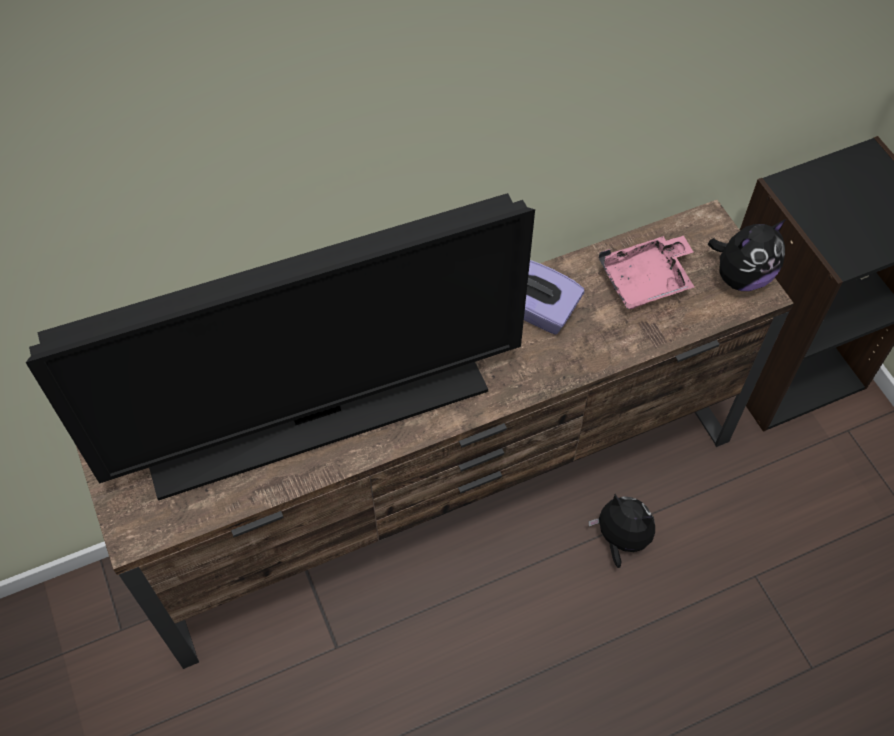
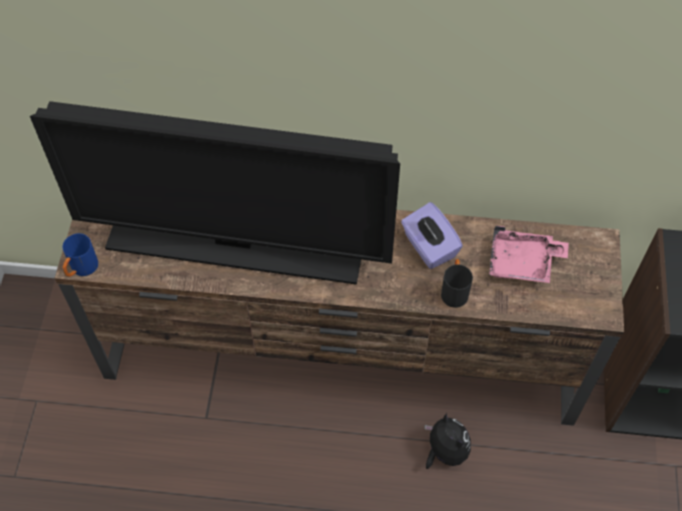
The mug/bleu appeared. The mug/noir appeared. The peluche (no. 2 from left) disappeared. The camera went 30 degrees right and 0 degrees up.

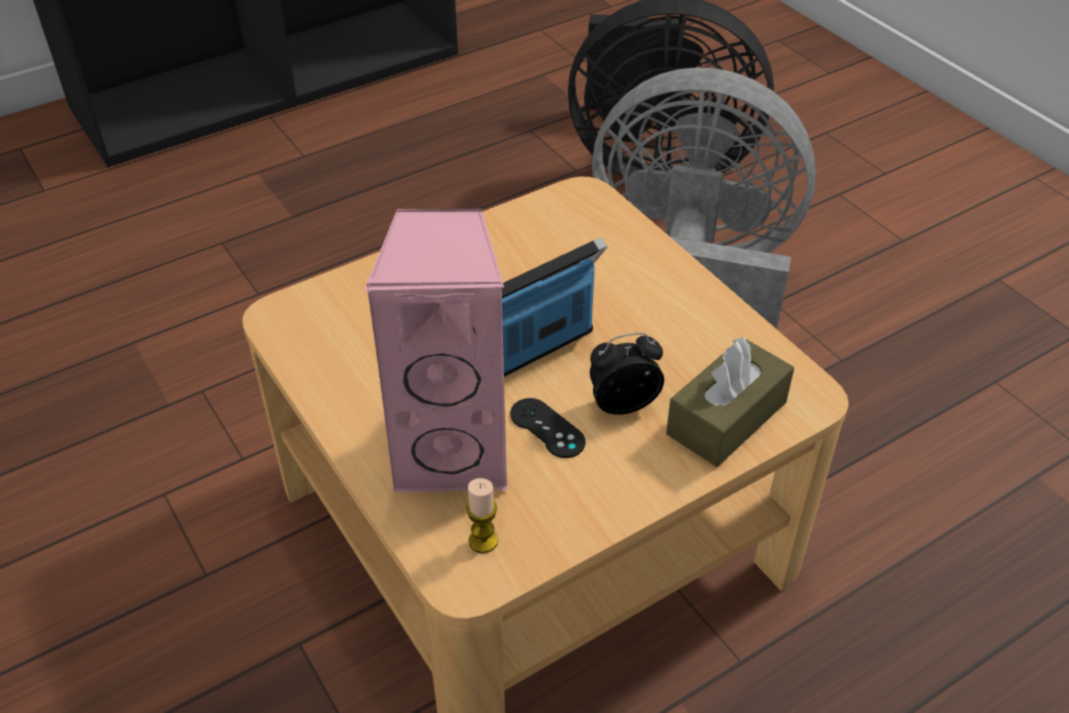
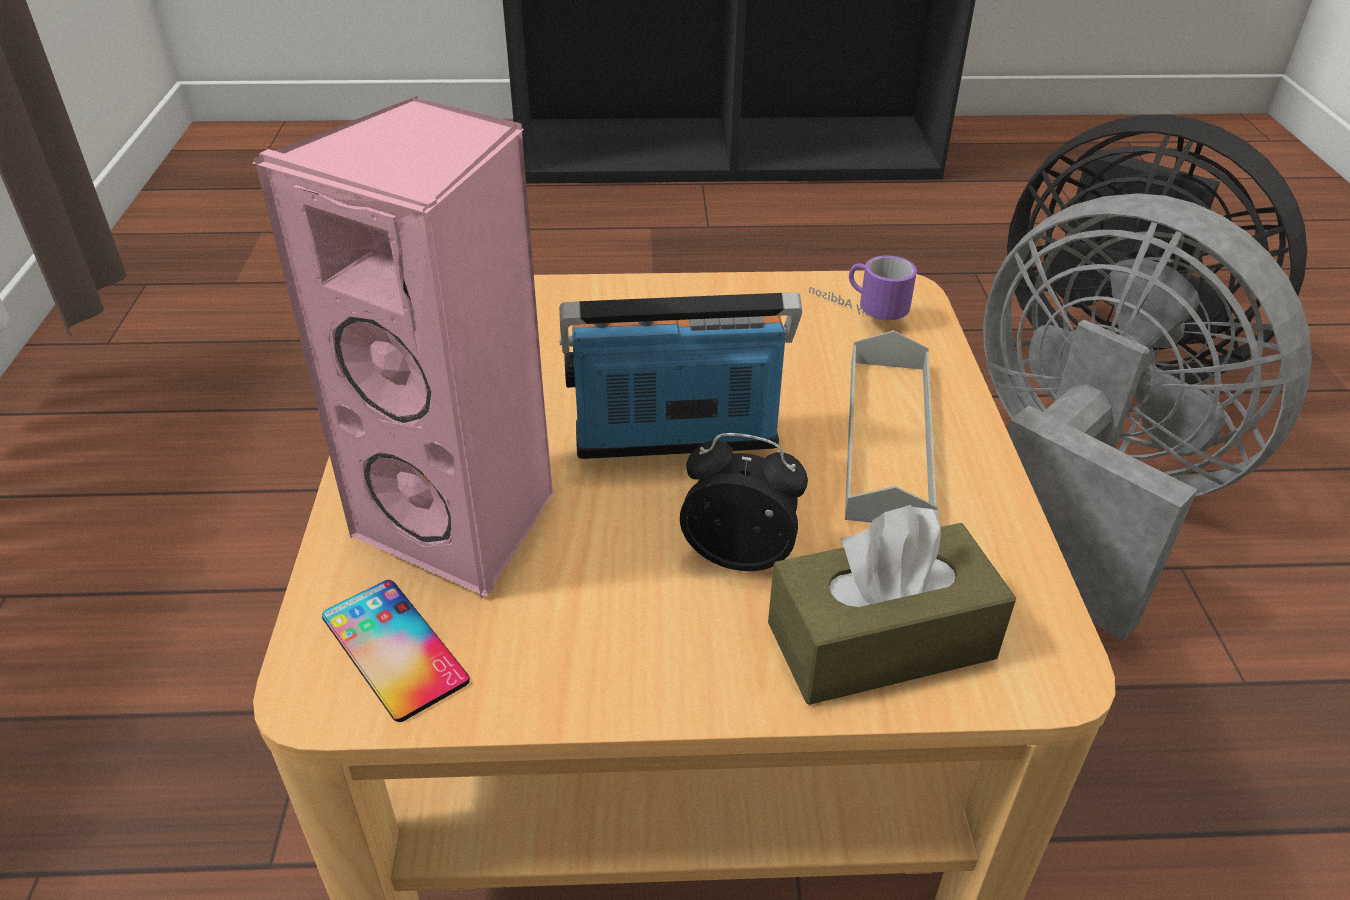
The bougie was replaced by the téléphone. The mug appeared. The plateau/gris appeared. The manette/noir disappeared. The camera went 30 degrees right and 5 degrees down.

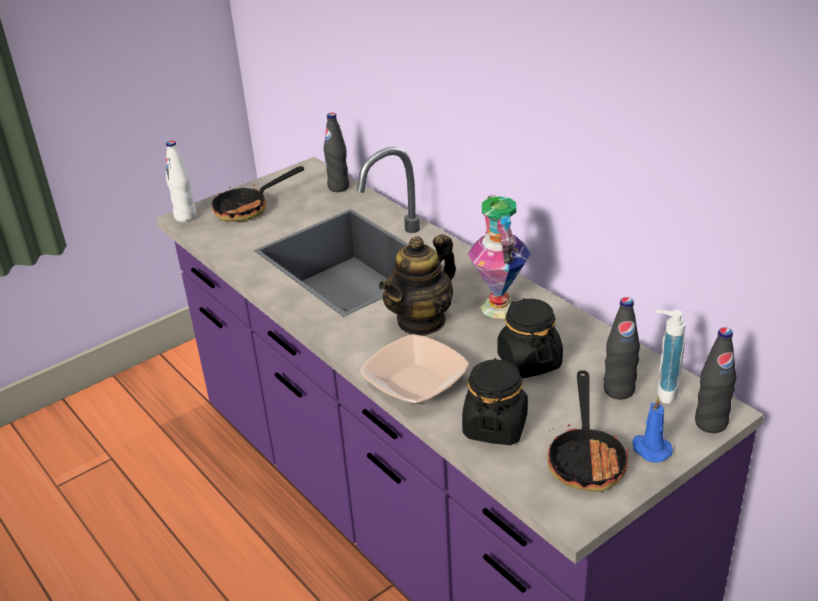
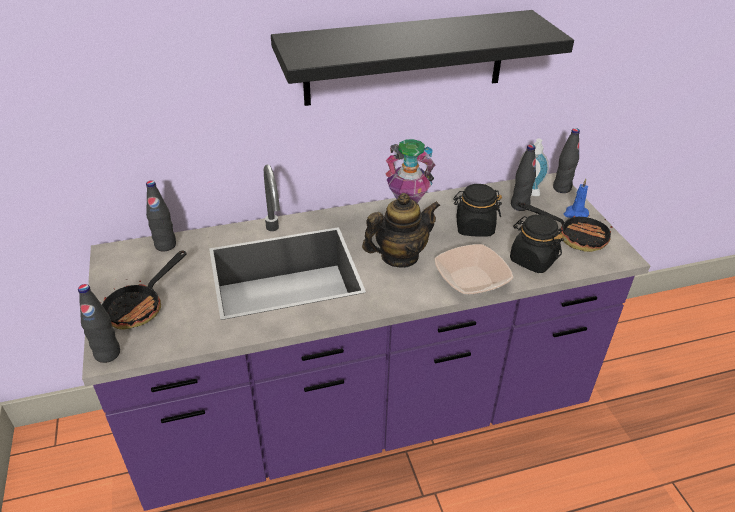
The bouteille/blanc became the bouteille/noir (no. 1 from left). The poêle (no. 1 from left) turned 45 degrees clockwise. The étagère/noir appeared. The théière turned 90 degrees counterclockwise. The camera went 70 degrees left and 5 degrees up.

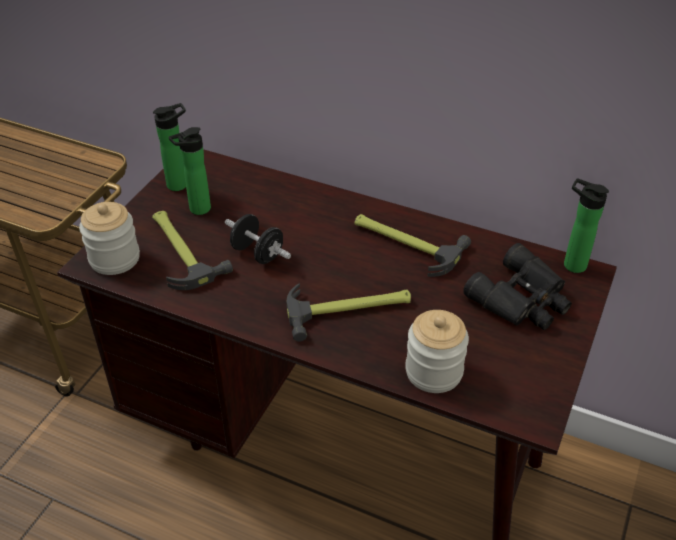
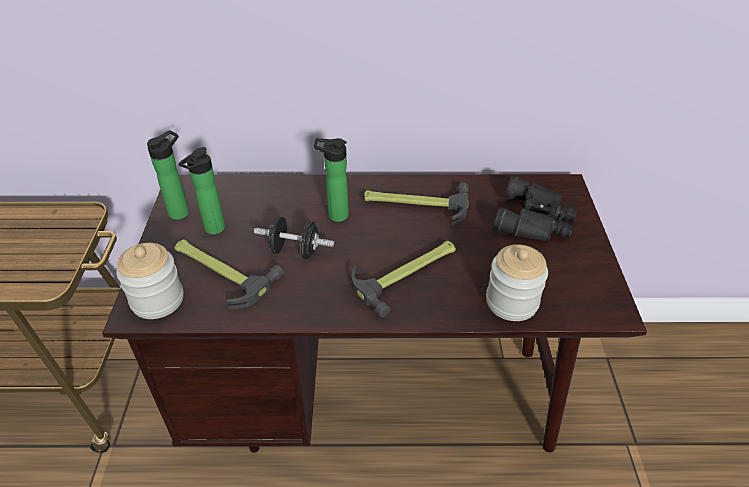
The bouteille (no. 3 from left) moved. The camera went 25 degrees left and 0 degrees up.

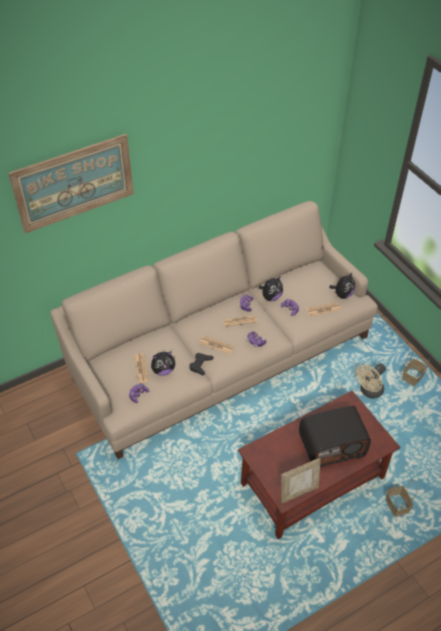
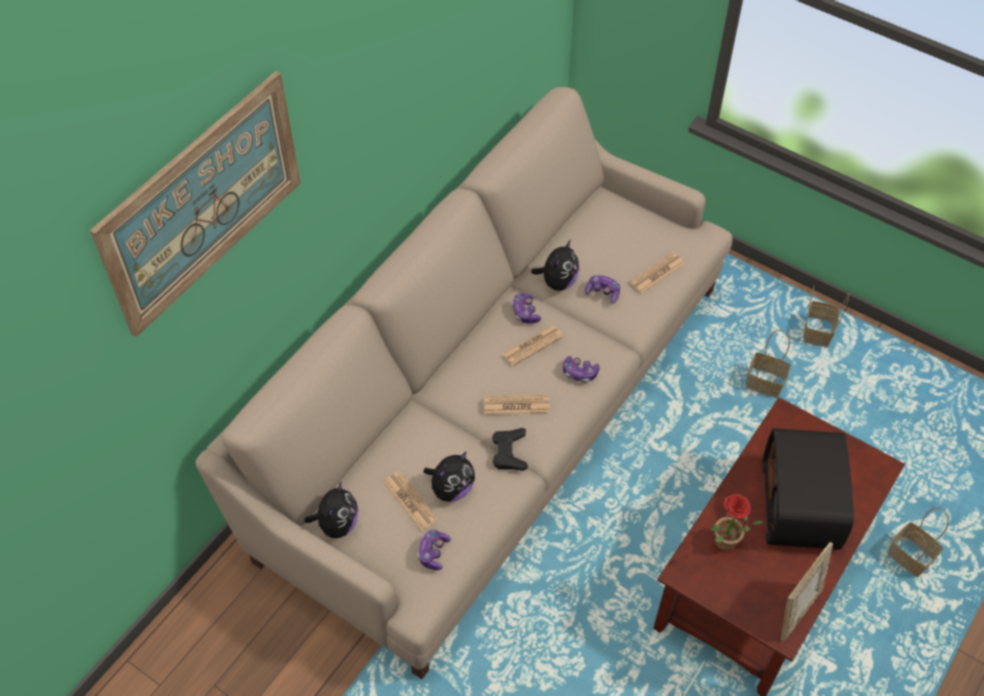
The peluche (no. 3 from left in the first image) moved. The plante en pot appeared. The ventilateur/beige was replaced by the panier (no. 1 from left). The radio turned 135 degrees clockwise. The camera went 25 degrees left and 5 degrees up.

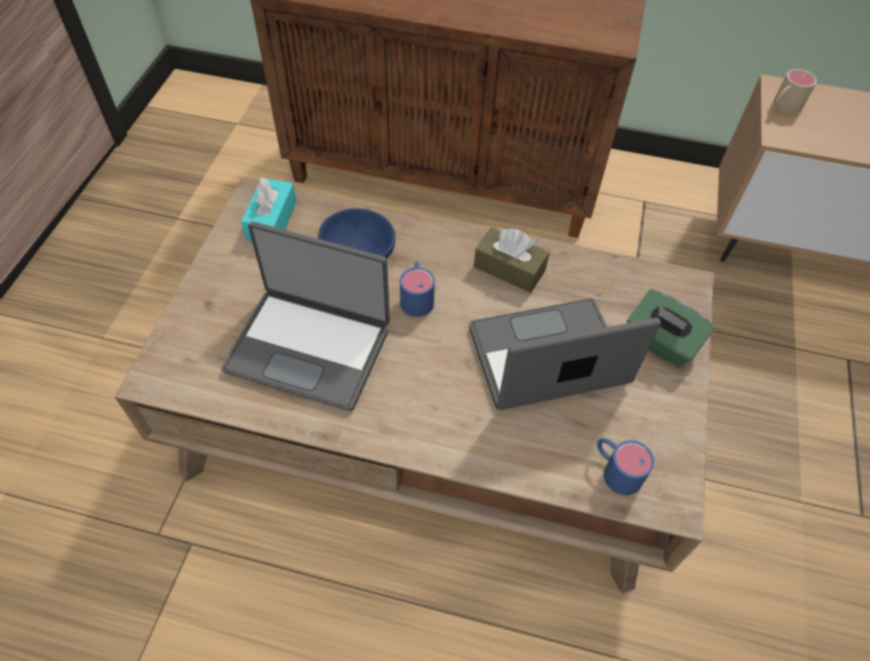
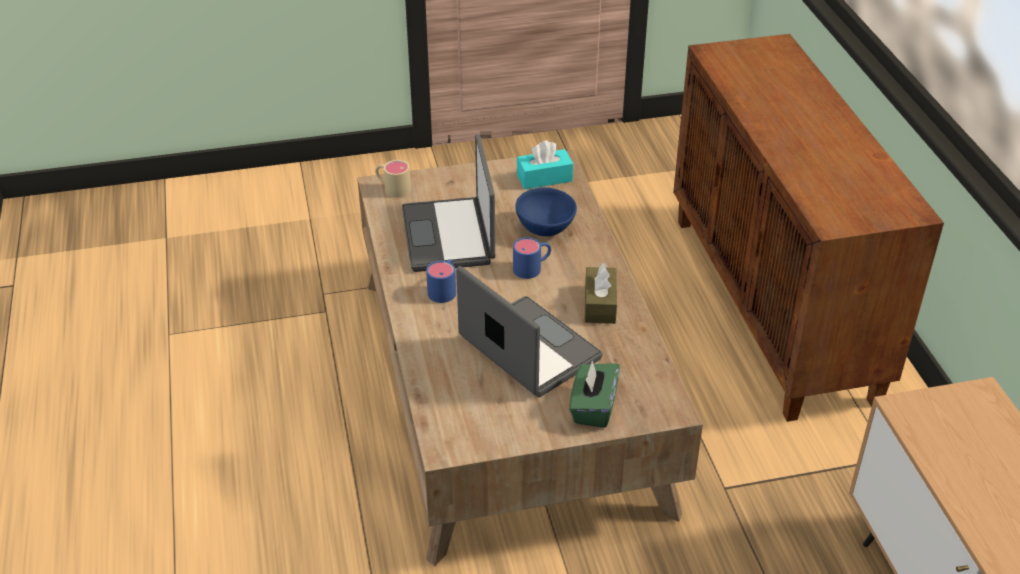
The mug/beige moved. The mug/bleu (no. 2 from left in the first image) moved. The camera went 65 degrees right and 15 degrees down.

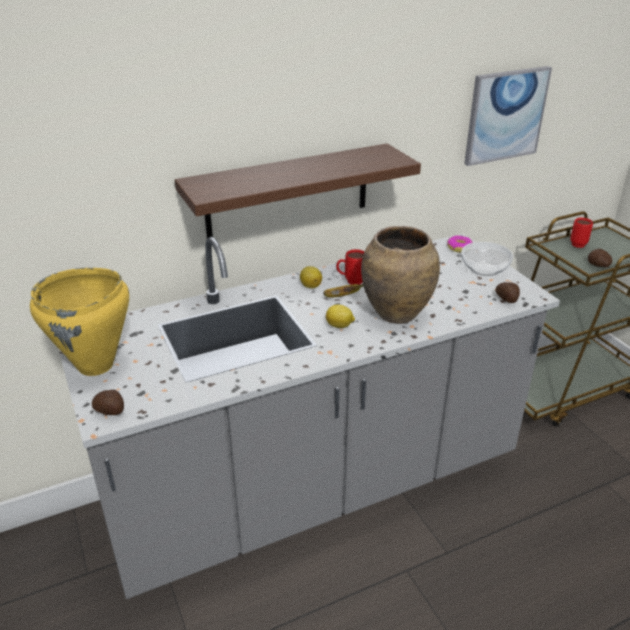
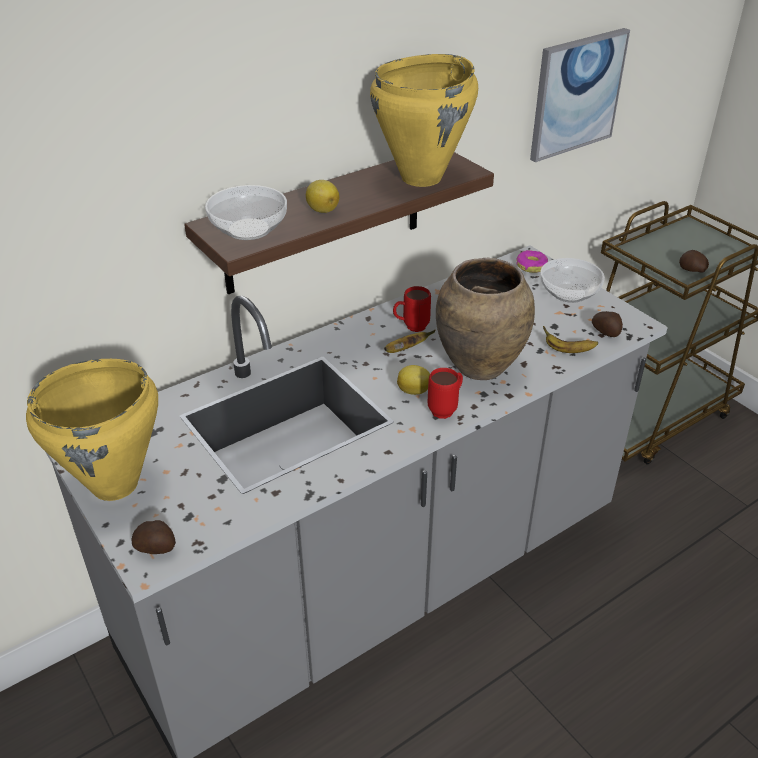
The bol (no. 1 from left) appeared. The citron (no. 1 from left) moved. The marmite/jaune (no. 2 from left) appeared. The mug/rouge (no. 2 from left) moved. The banane (no. 2 from left) appeared. The camera went 10 degrees left and 5 degrees up.

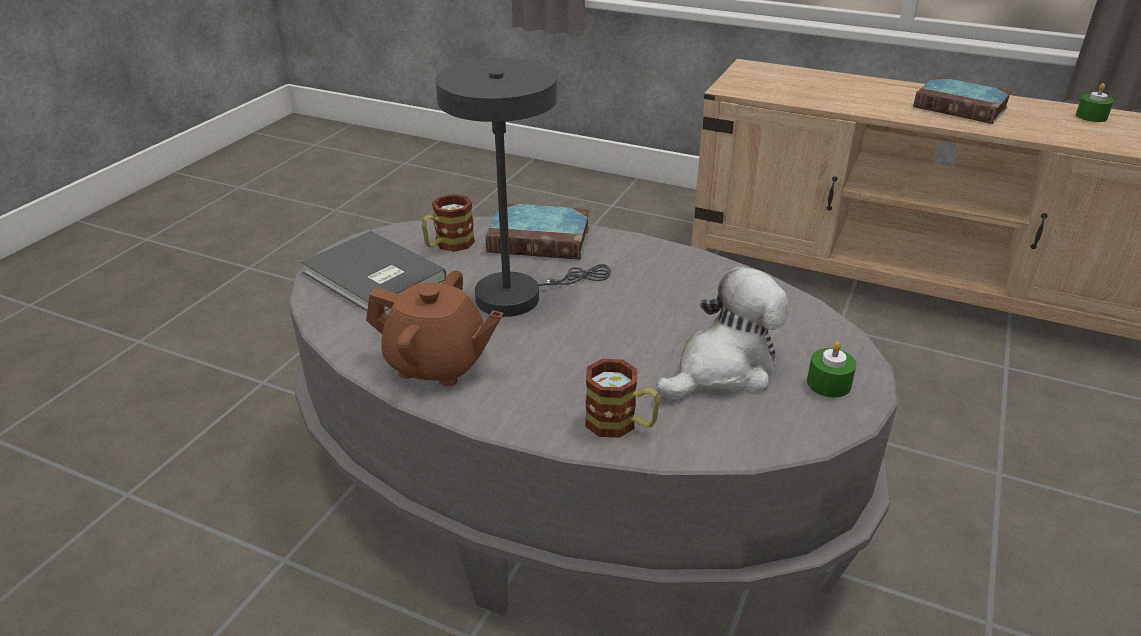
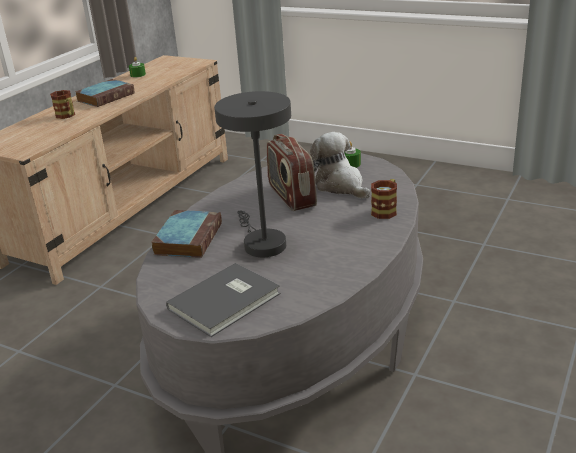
The mug (no. 1 from left) moved. The radio appeared. The théière/marron disappeared. The camera went 85 degrees left and 5 degrees down.

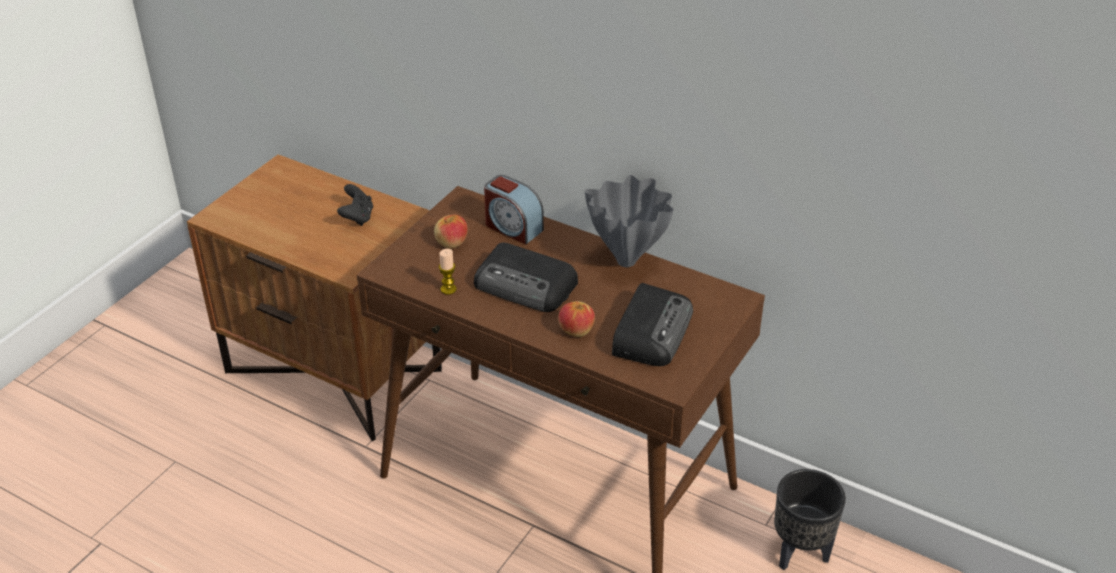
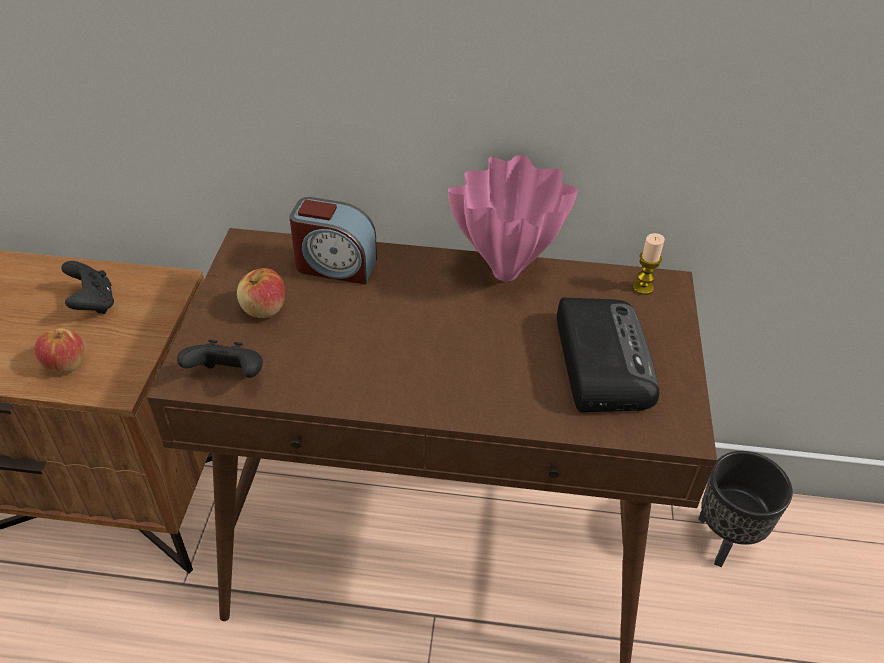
The pomme (no. 2 from left in the first image) moved. The manette/noir (no. 2 from left) appeared. The vase/gris became the vase/rose. The bougie moved. The radio (no. 1 from left) disappeared. The camera went 25 degrees left and 5 degrees up.

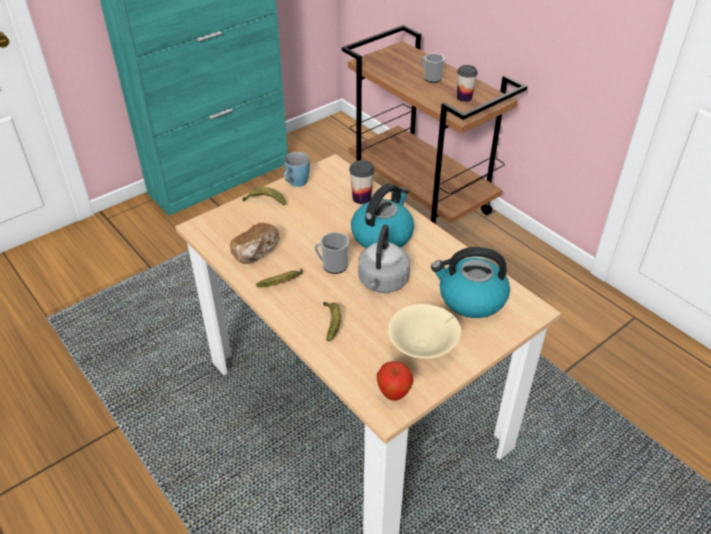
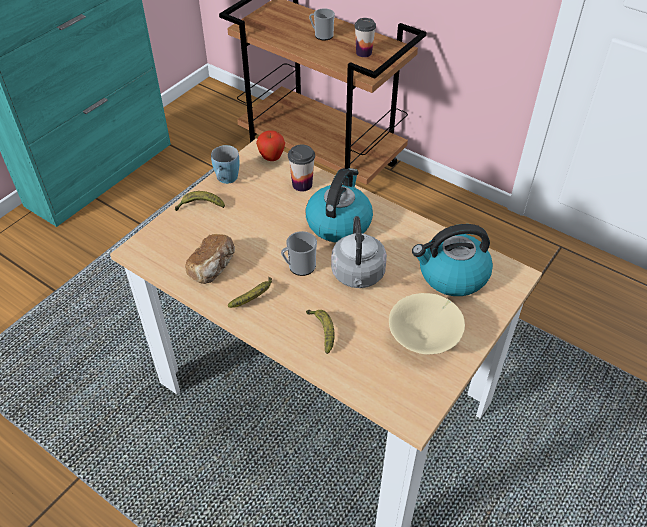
The pomme moved. The camera went 15 degrees left and 5 degrees up.

